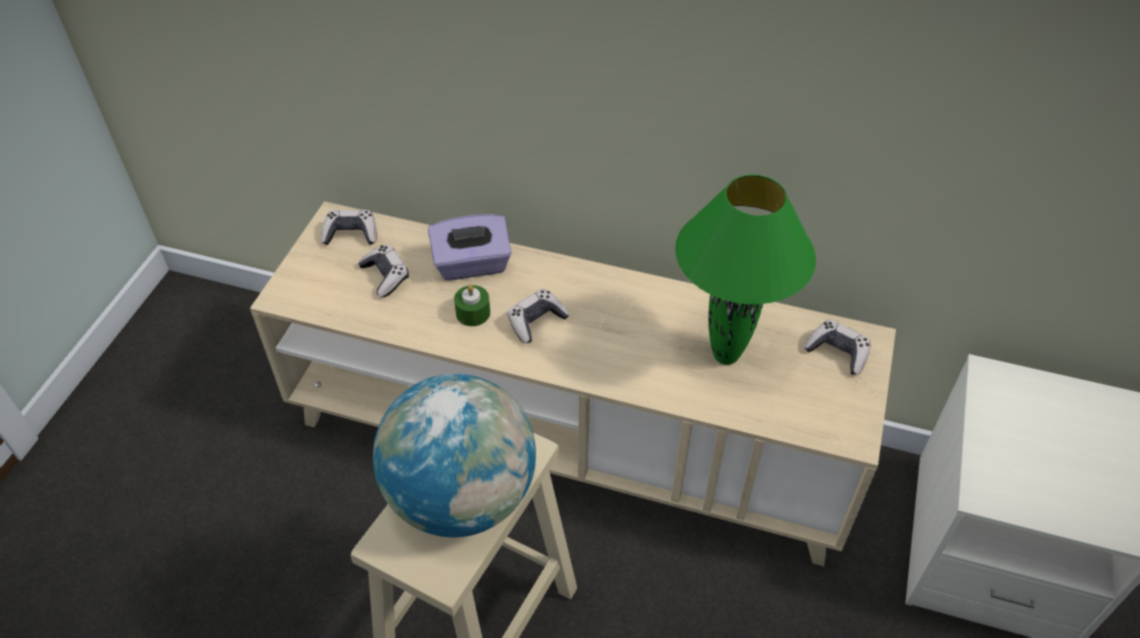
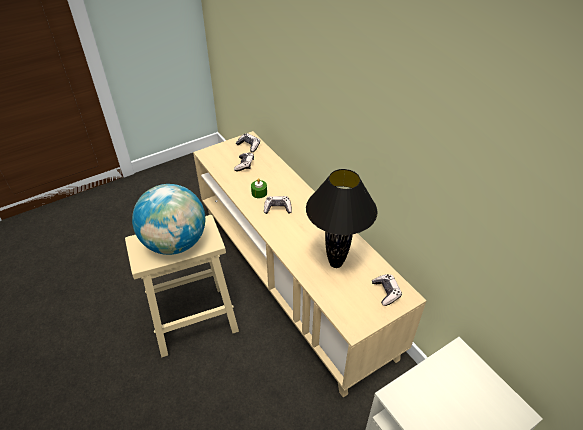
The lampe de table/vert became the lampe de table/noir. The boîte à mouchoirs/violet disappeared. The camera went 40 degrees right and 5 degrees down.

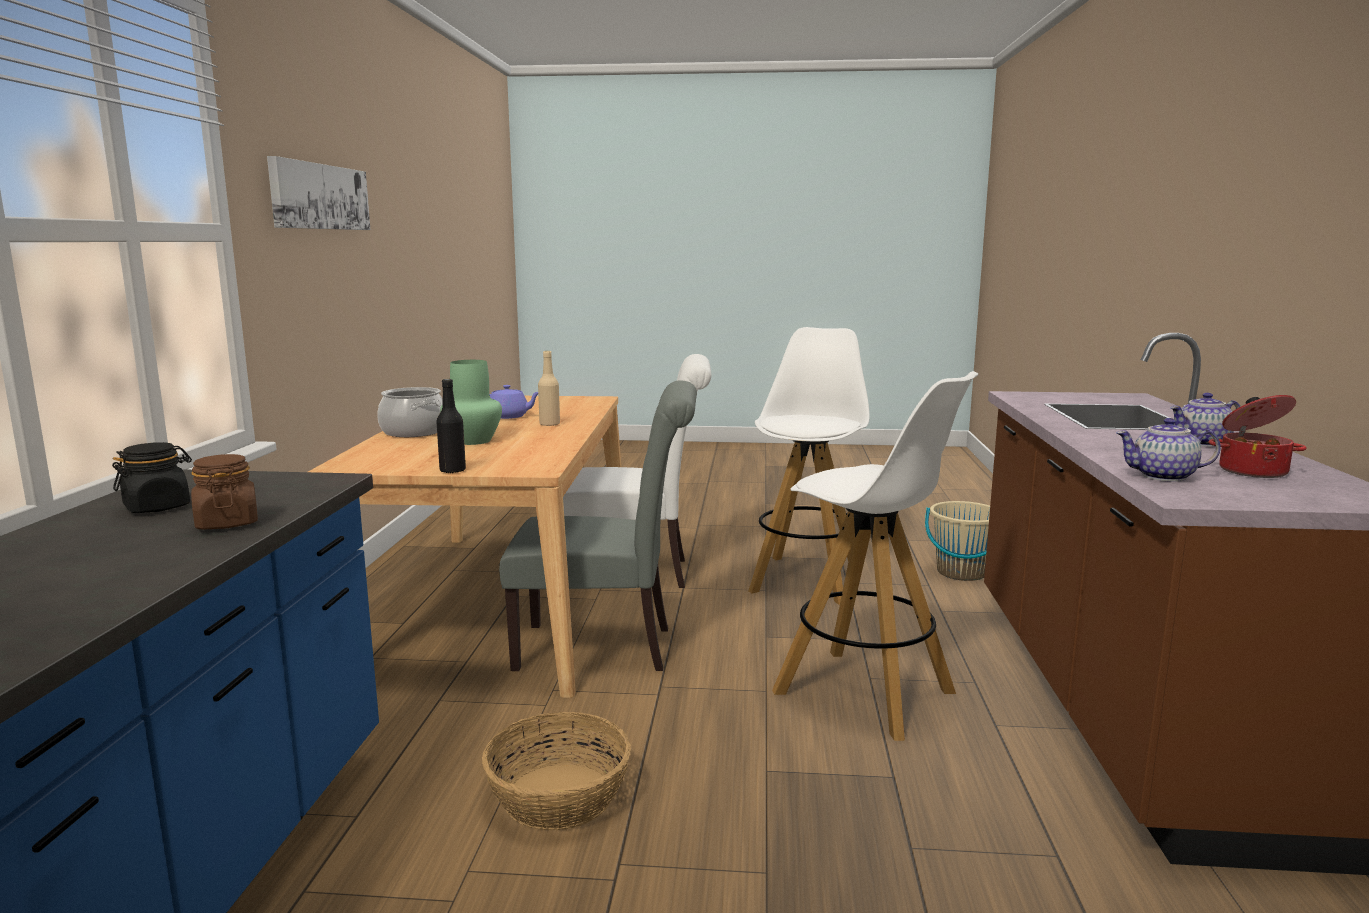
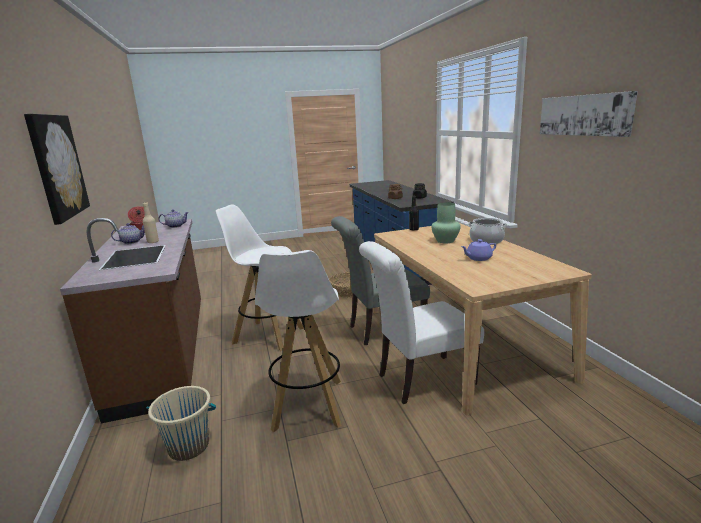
The tableau (no. 1 from left) appeared. The bouteille/beige moved. The camera went 160 degrees right and 5 degrees up.

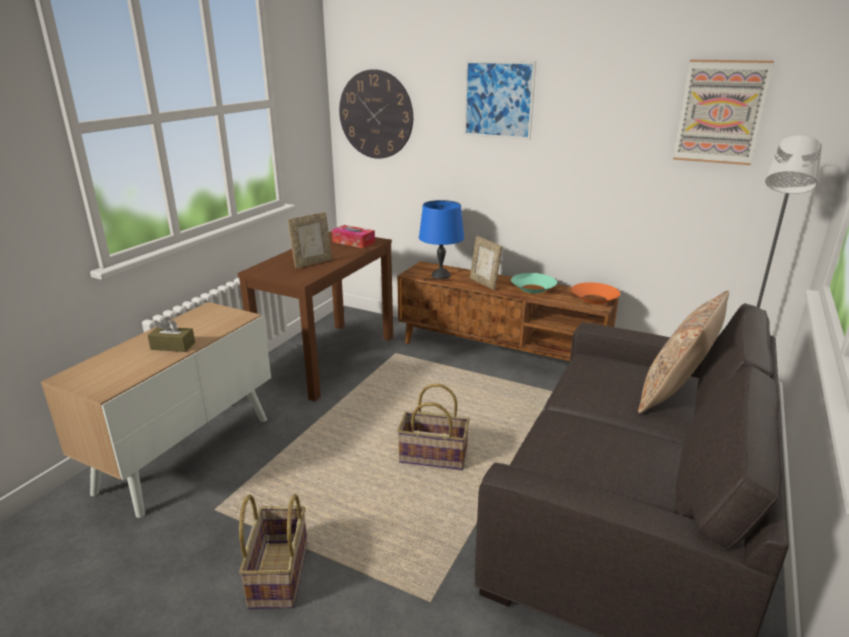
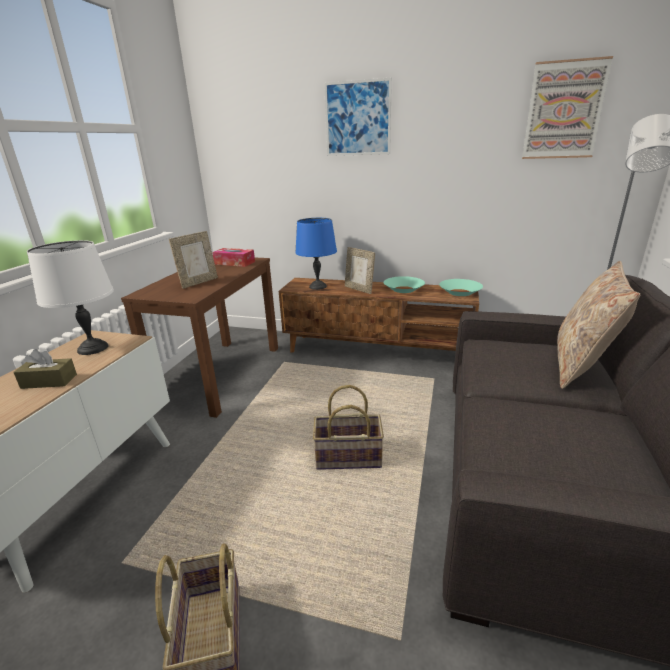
The lampe de table/blanc appeared. The bol/orange became the bol/turquoise (no. 2 from left). The horloge murale disappeared. The camera went 10 degrees left and 0 degrees up.

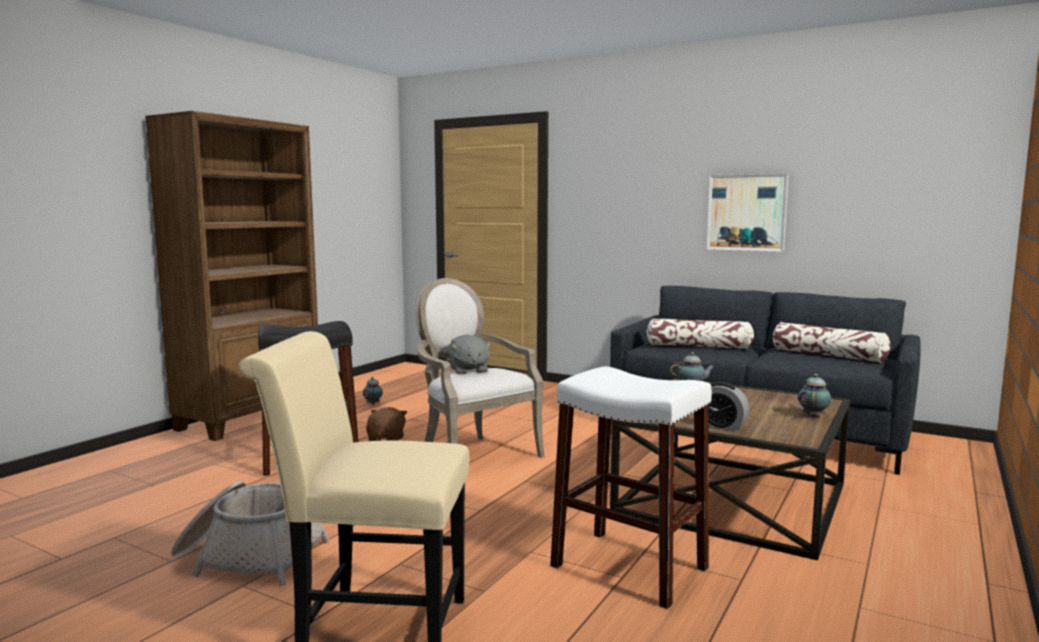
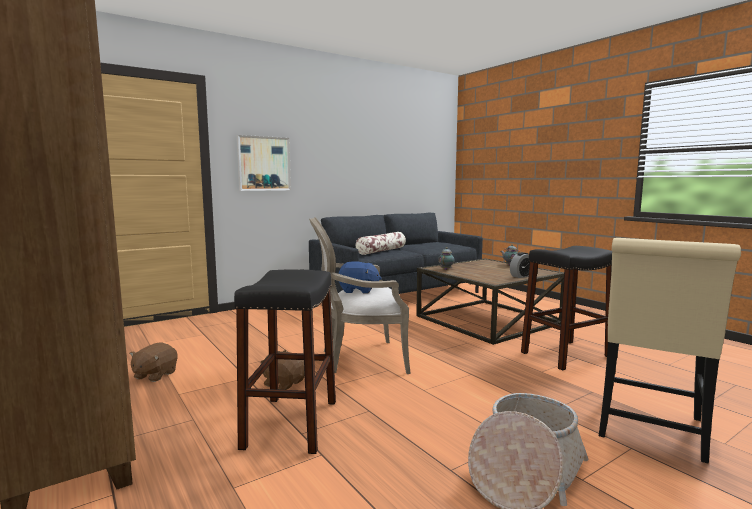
The théière (no. 1 from left) was replaced by the peluche/marron (no. 1 from left). The tableau moved. The peluche/gris became the peluche/bleu. The tabouret/blanc became the tabouret/noir (no. 2 from left). The coussin (no. 2 from left) disappeared. The camera went 65 degrees left and 0 degrees up.

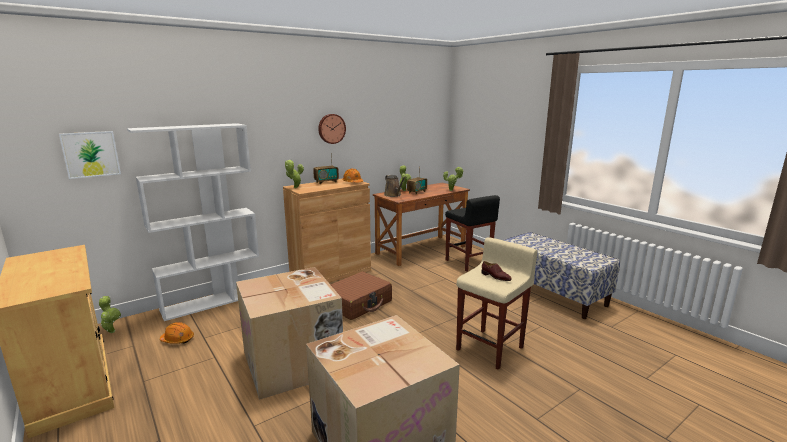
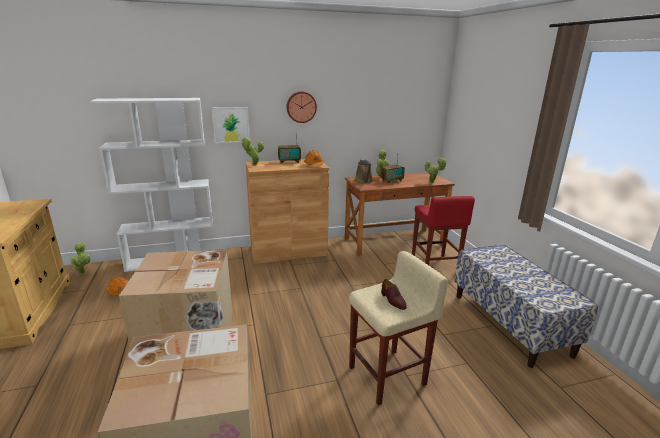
The tableau moved. The tabouret/noir became the tabouret/rouge. The valise/marron disappeared. The camera went 20 degrees right and 5 degrees up.

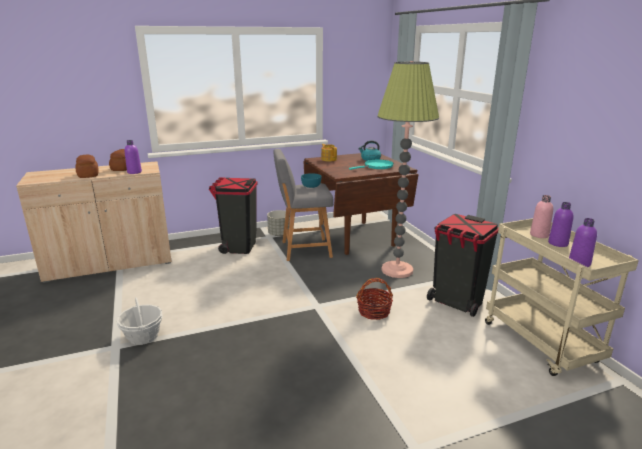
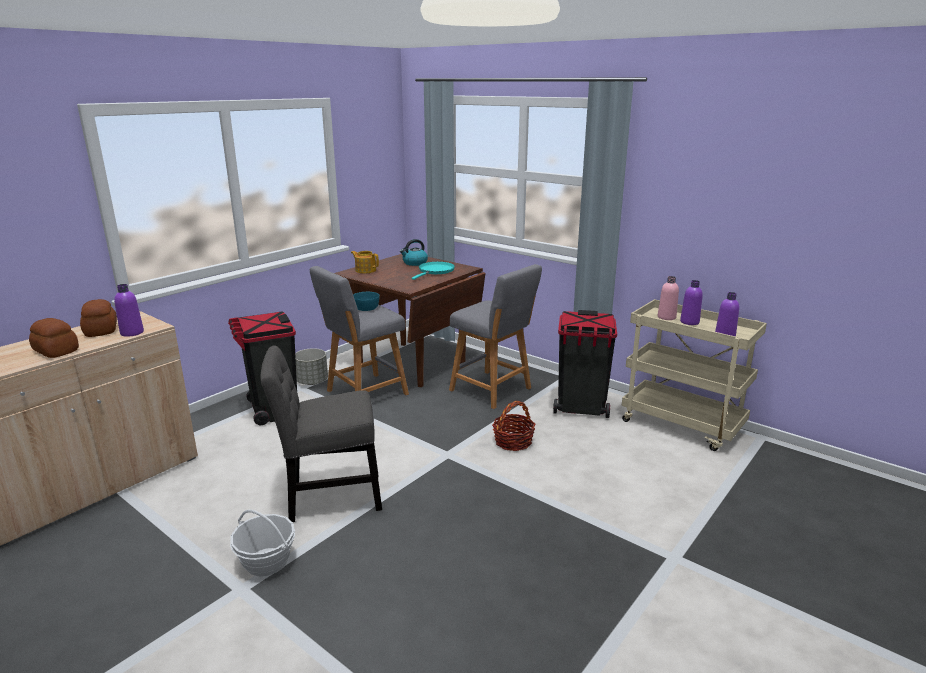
The chaise/gris appeared. The lampadaire was replaced by the tabouret/gris (no. 2 from left). The camera went 30 degrees left and 0 degrees up.

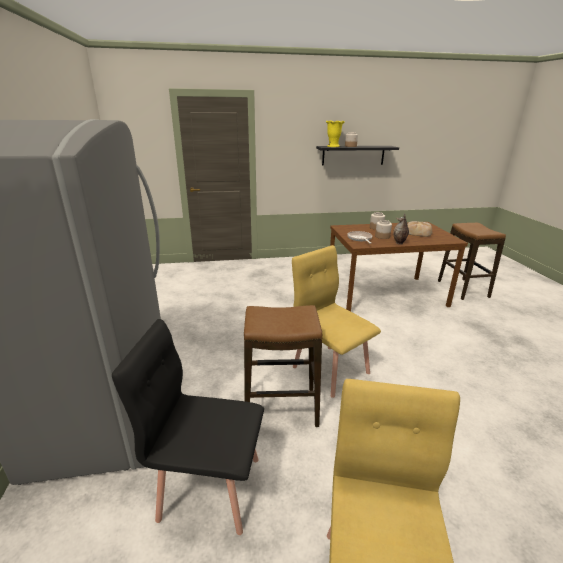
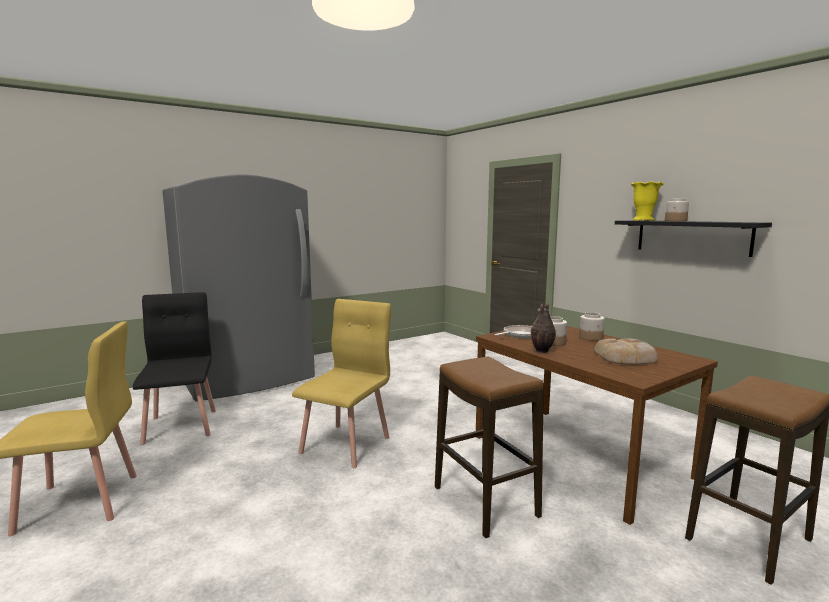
The tabouret (no. 1 from left) moved. The camera went 65 degrees right and 15 degrees down.

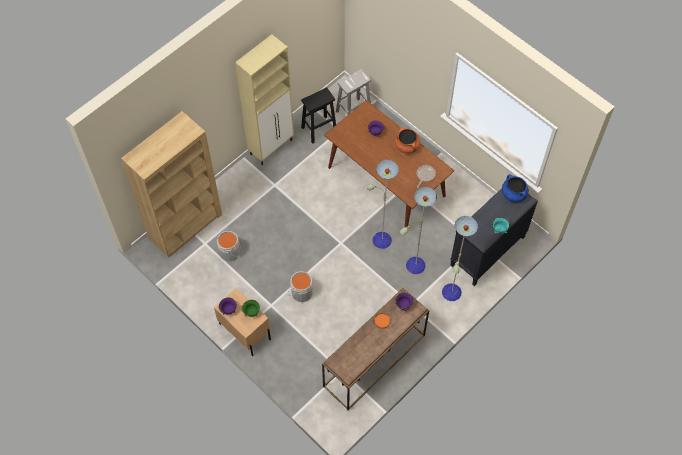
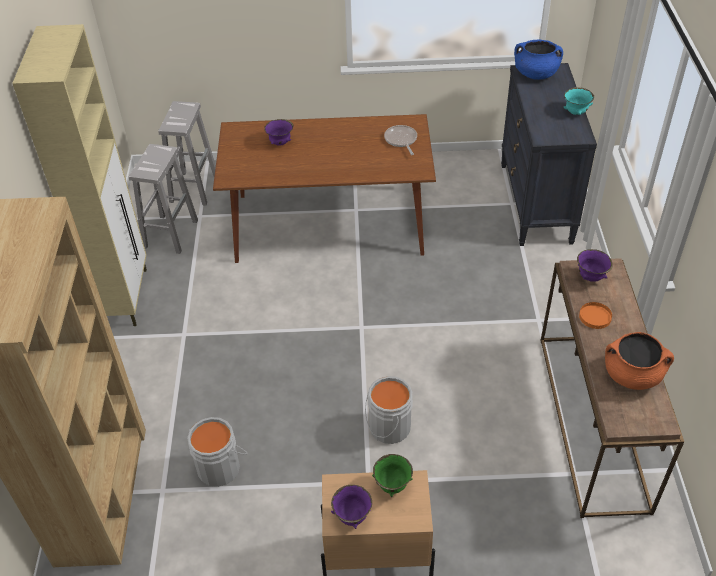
The tabouret/noir became the tabouret/blanc (no. 1 from left). The marmite/orange moved. The lampadaire disappeared. The camera went 45 degrees left and 15 degrees down.

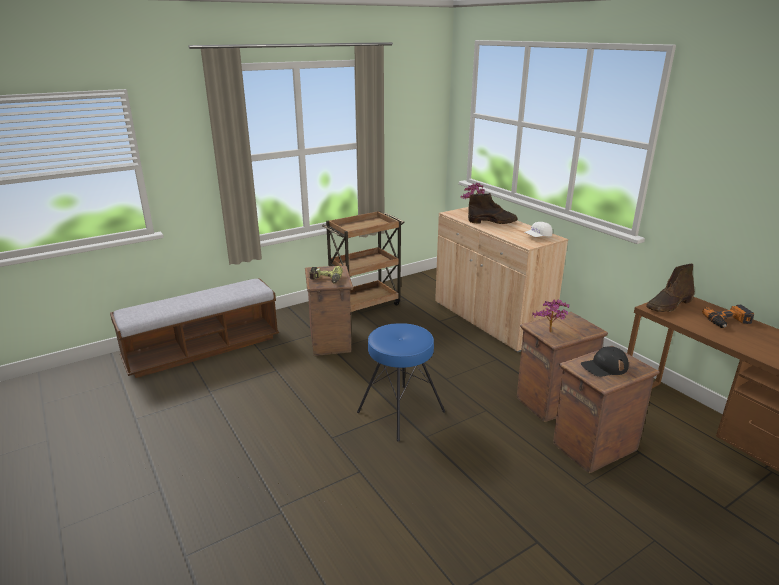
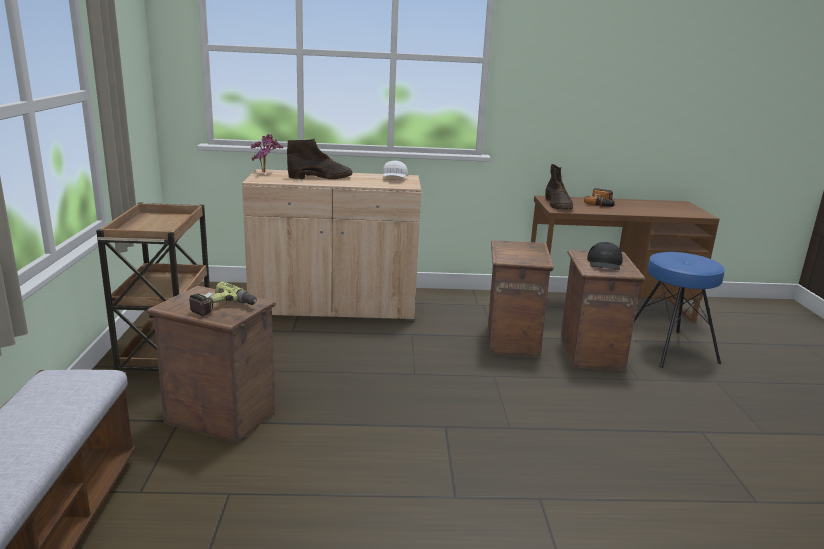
The botte/marron (no. 1 from left) turned 45 degrees clockwise. The tabouret/bleu moved. The plante en pot (no. 2 from left) disappeared. The camera went 60 degrees left and 5 degrees down.

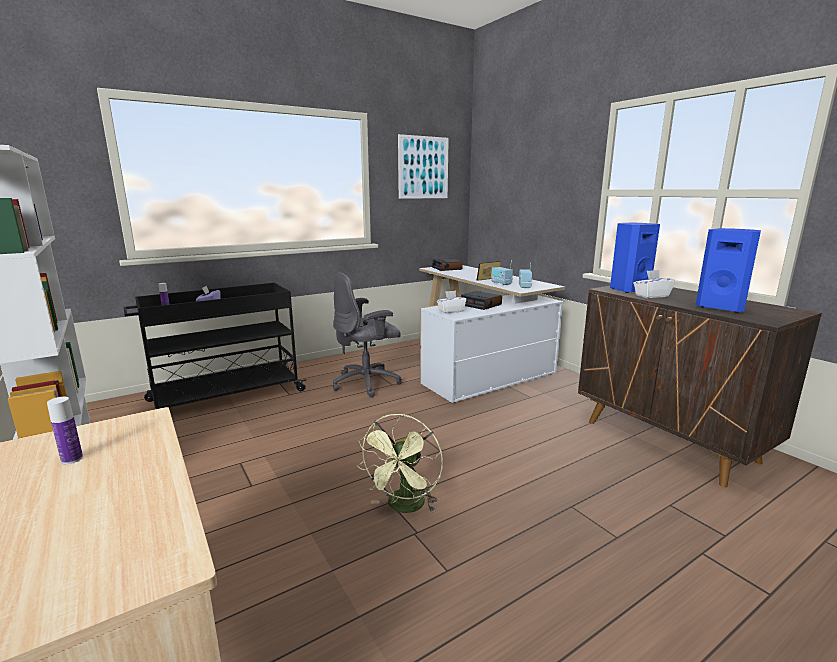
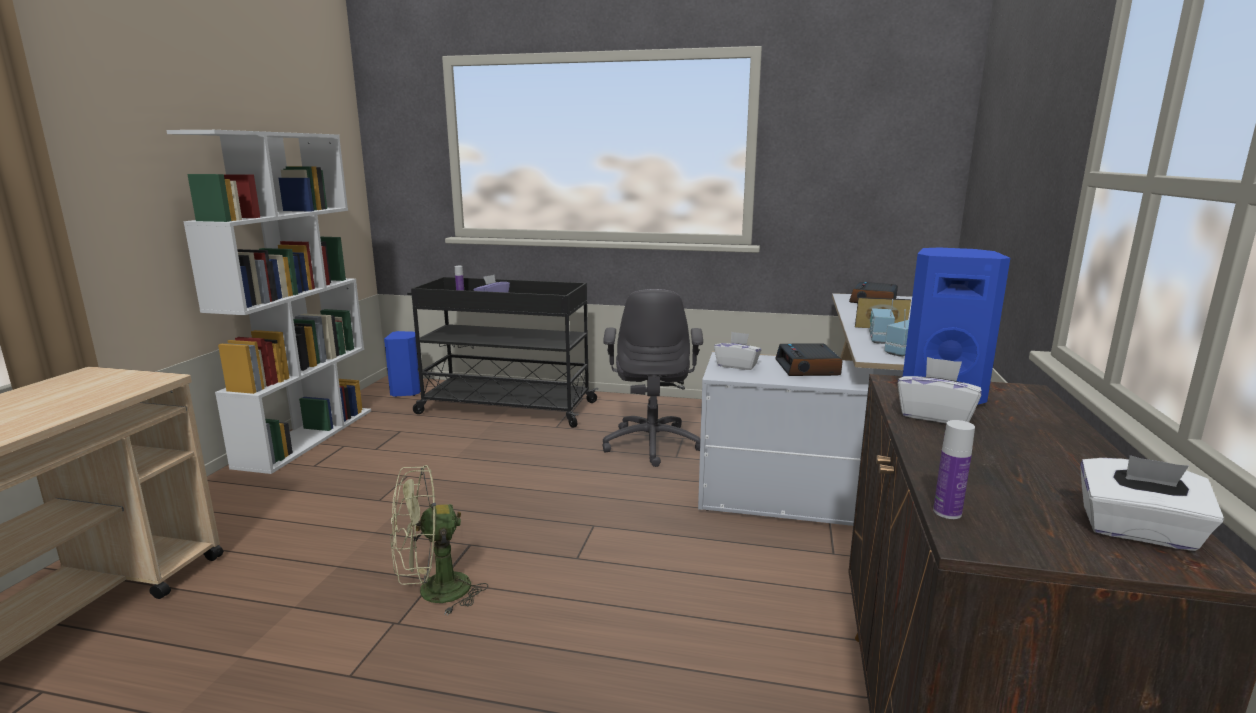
The enceinte/bleu (no. 2 from left in the first image) moved. The chaise de bureau/gris turned 105 degrees counterclockwise. The bouteille (no. 1 from left in the first image) moved. The boîte à mouchoirs/blanc (no. 3 from left) appeared. The tableau disappeared. The camera went 45 degrees right and 0 degrees up.

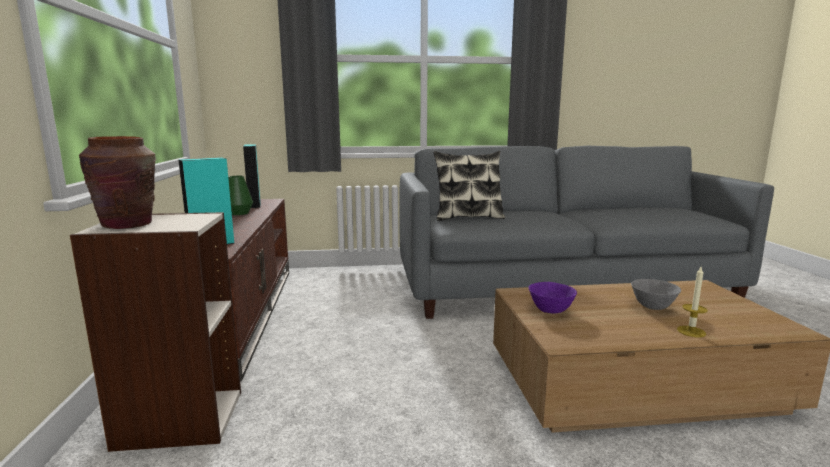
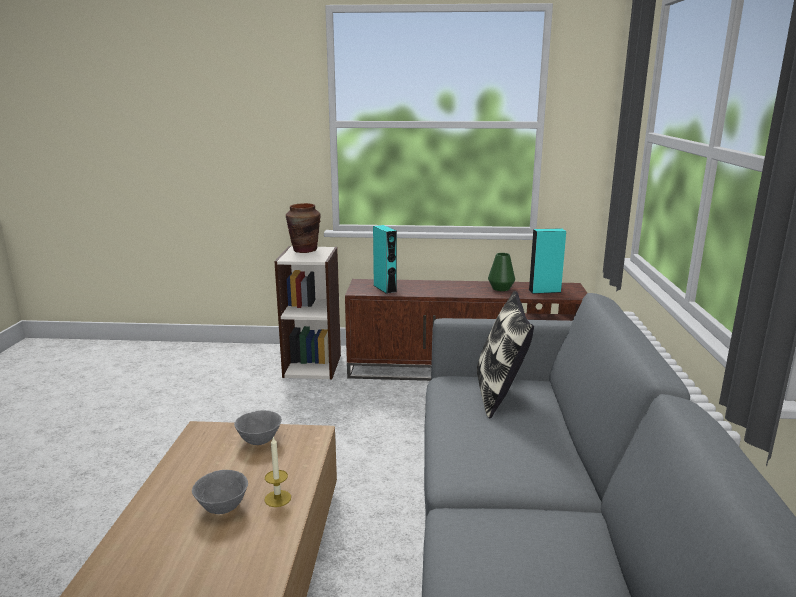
The bol/violet became the bol/gris (no. 2 from left). The bougie moved. The camera went 100 degrees right and 5 degrees up.

